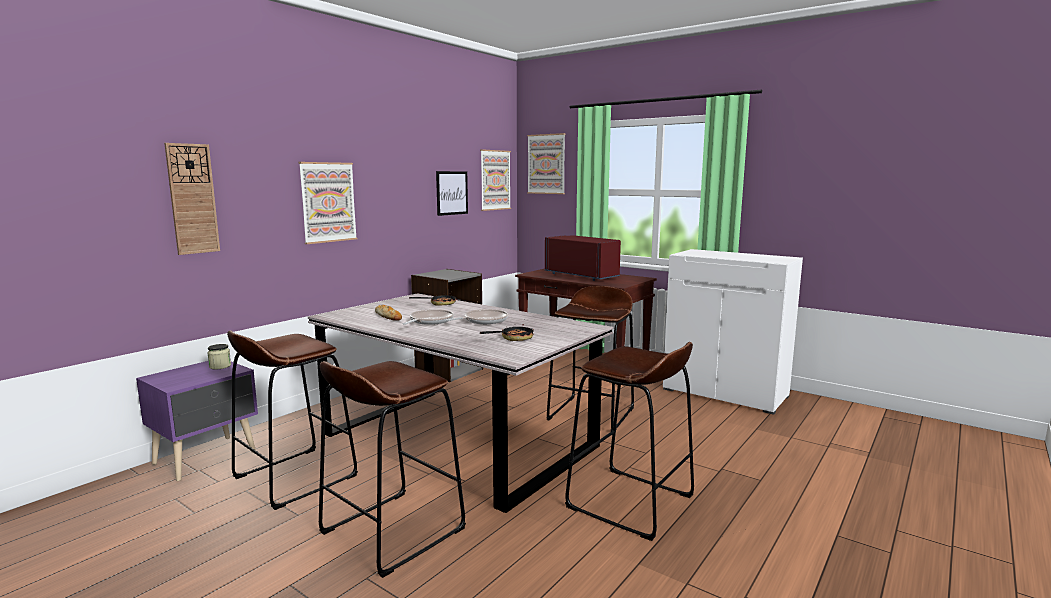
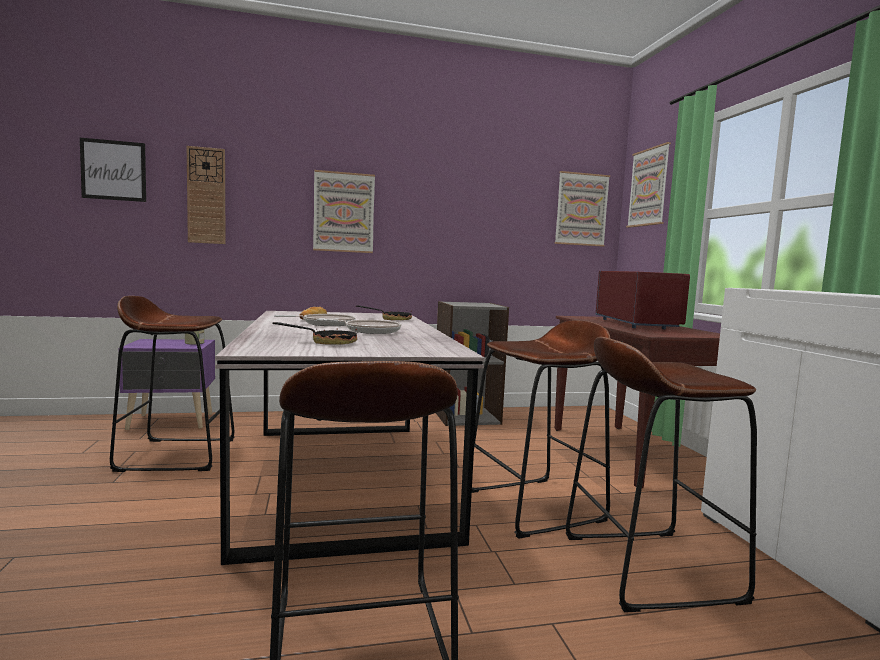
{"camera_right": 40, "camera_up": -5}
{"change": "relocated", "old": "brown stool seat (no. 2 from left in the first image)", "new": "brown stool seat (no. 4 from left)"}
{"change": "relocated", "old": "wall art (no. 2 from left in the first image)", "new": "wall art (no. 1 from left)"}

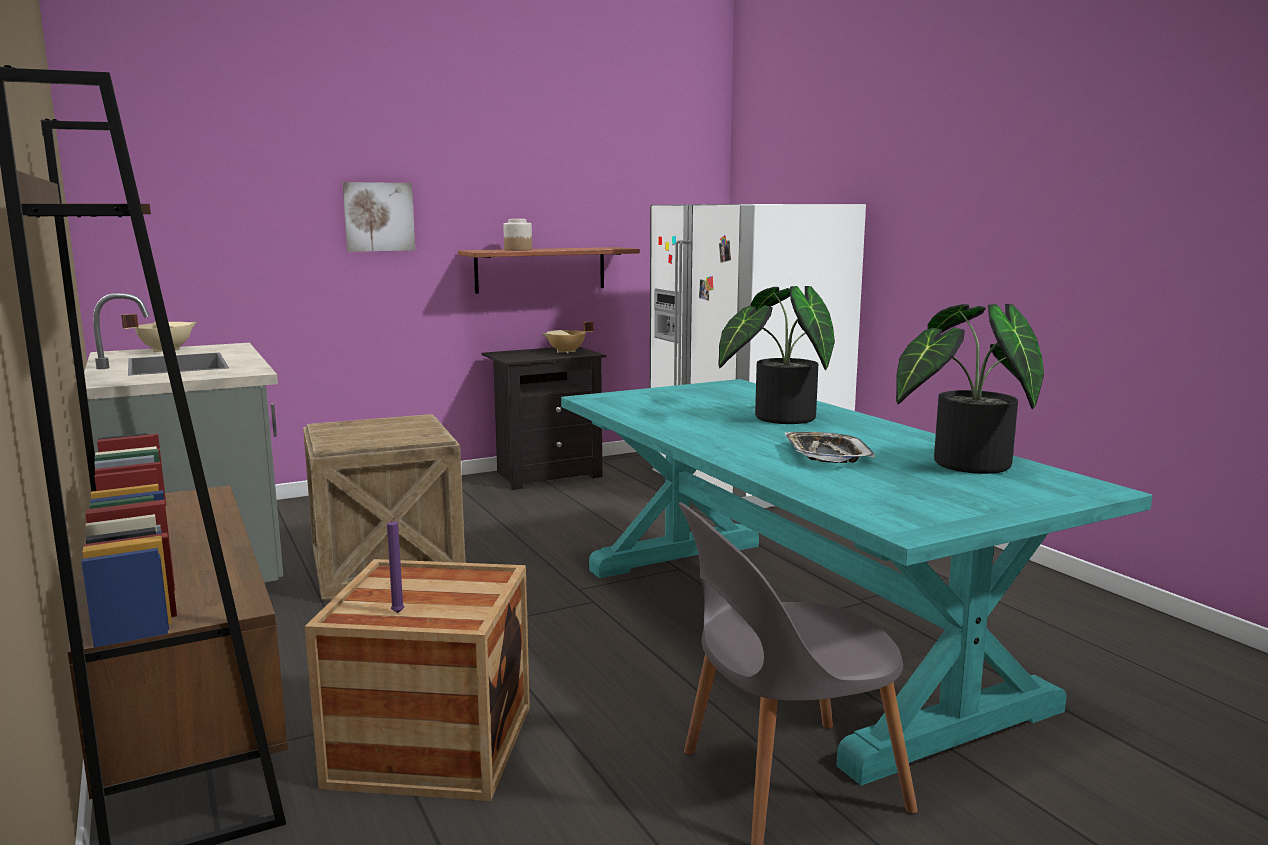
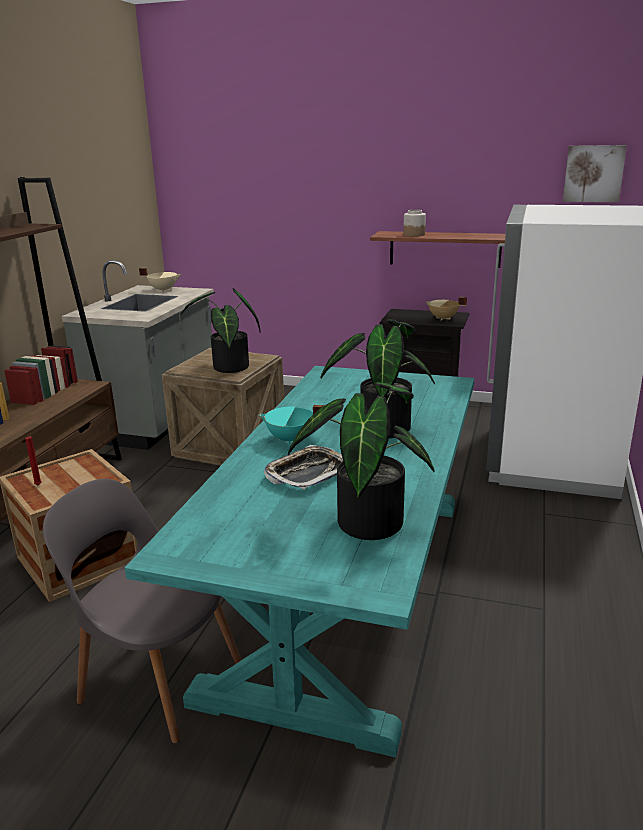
{"camera_right": 45, "camera_up": 10}
{"change": "relocated", "old": "wall art"}
{"change": "colour", "old": "purplish wax light", "new": "red wax light"}
{"change": "appeared", "new": "plant in a pot (no. 1 from left)"}
{"change": "appeared", "new": "turquoise-coloured cooking pot"}

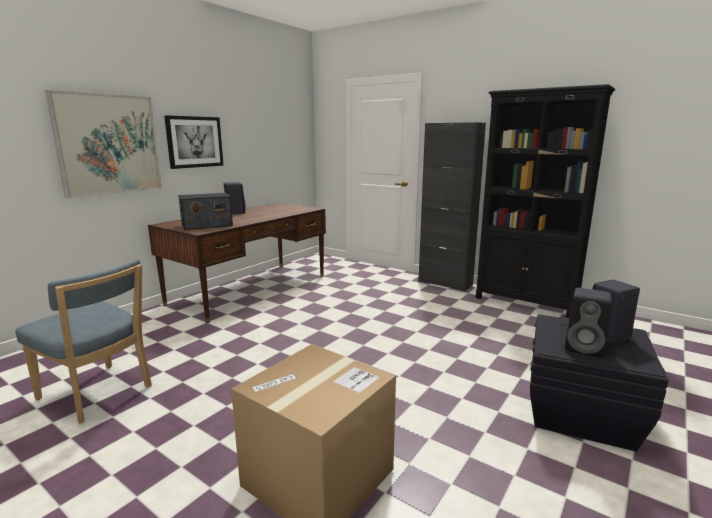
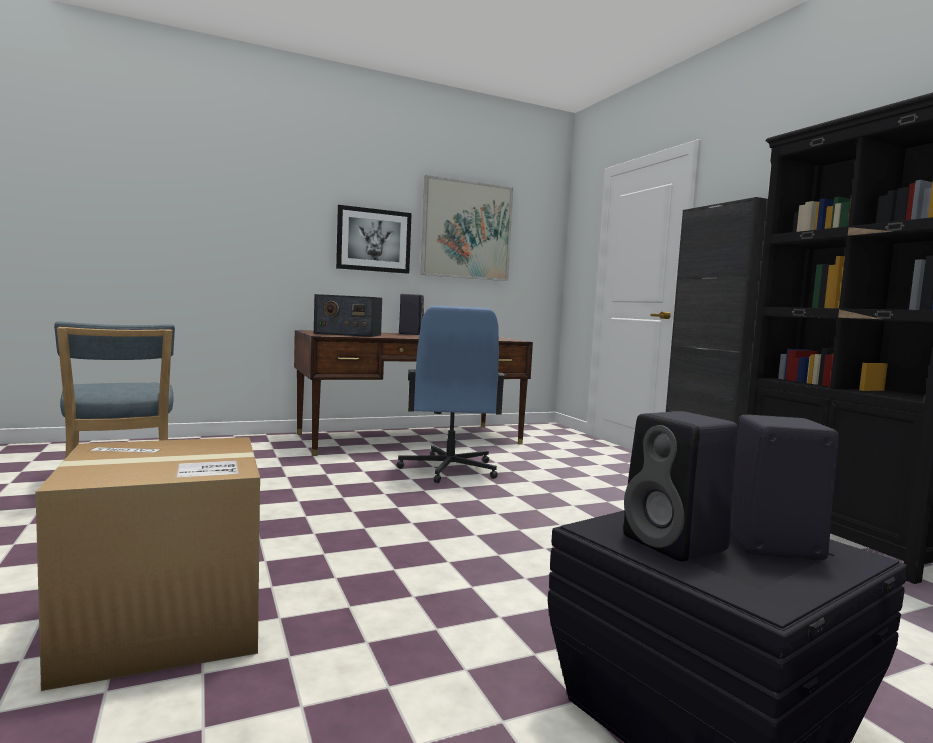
{"camera_right": 30, "camera_up": -10}
{"change": "relocated", "old": "wall art (no. 1 from left in the first image)", "new": "wall art (no. 2 from left)"}
{"change": "appeared", "new": "bluish computer chair"}

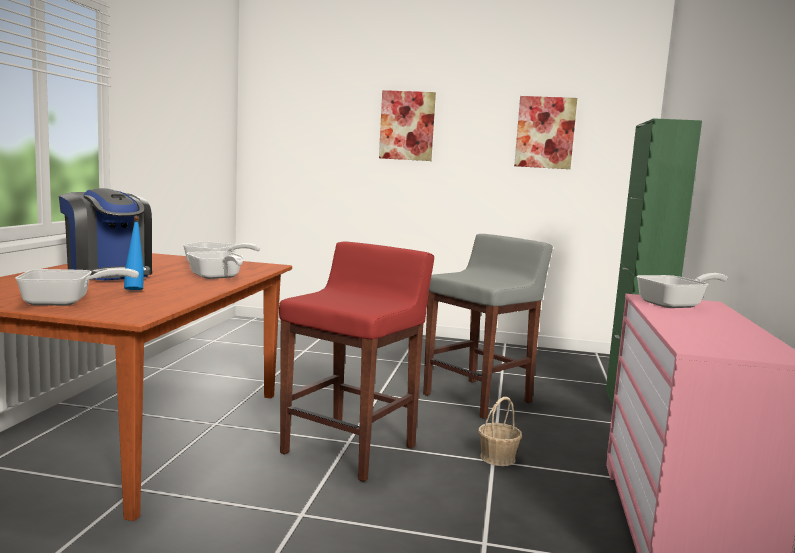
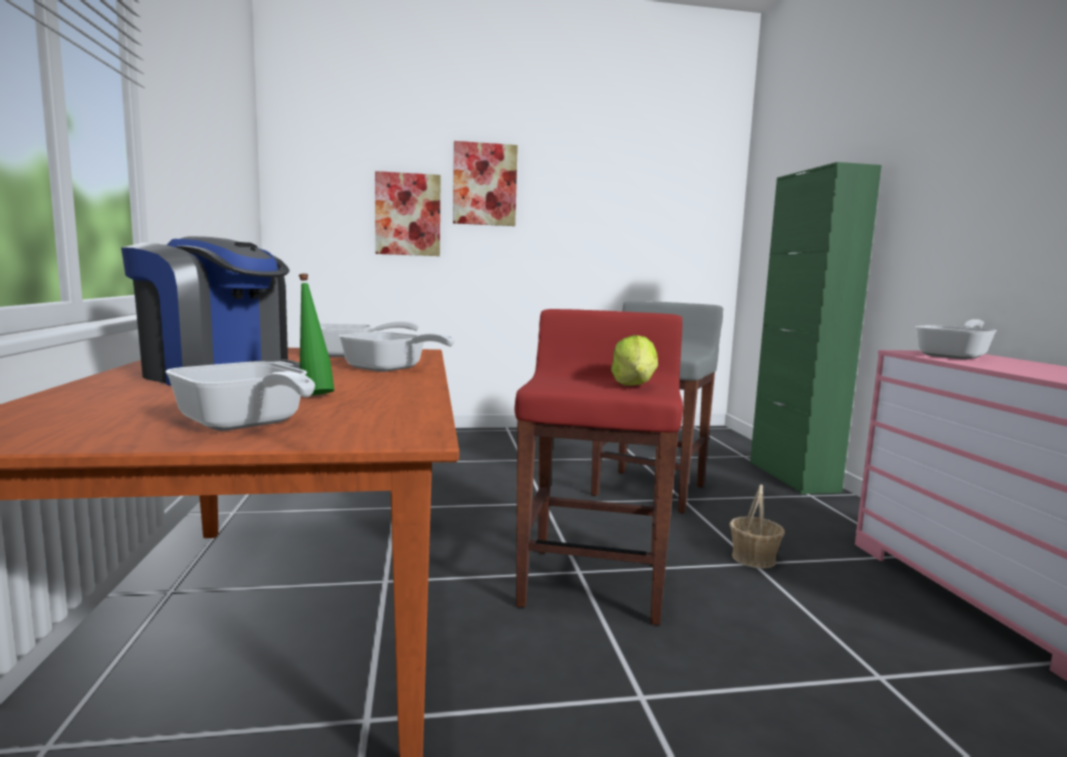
{"camera_right": -20, "camera_up": 0}
{"change": "spun", "old": "pan (no. 1 from left)", "degrees": 75}
{"change": "colour", "old": "bluish beverage bottle", "new": "green beverage bottle"}
{"change": "relocated", "old": "wall art (no. 2 from left in the first image)", "new": "wall art (no. 1 from left)"}
{"change": "appeared", "new": "lettuce head"}

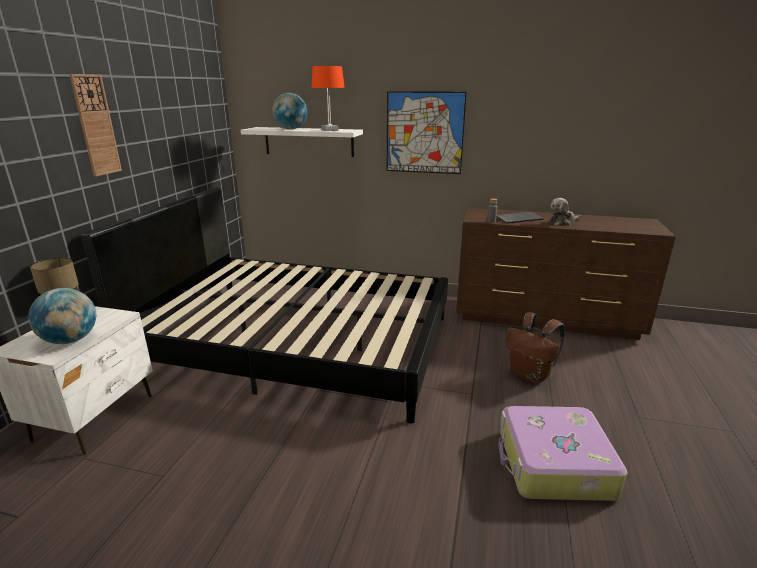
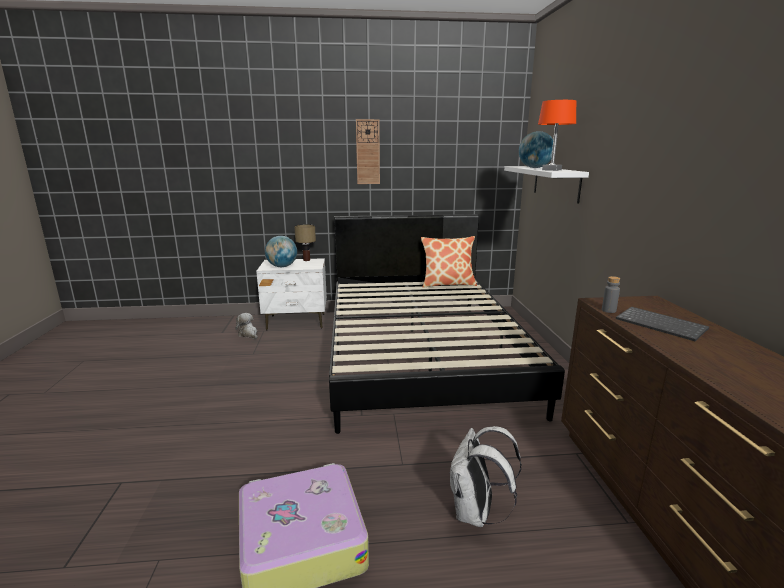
{"camera_right": 70, "camera_up": -5}
{"change": "missing", "old": "wall art"}
{"change": "colour", "old": "brown knapsack", "new": "whitish knapsack"}
{"change": "relocated", "old": "soft toy"}
{"change": "appeared", "new": "pillow"}

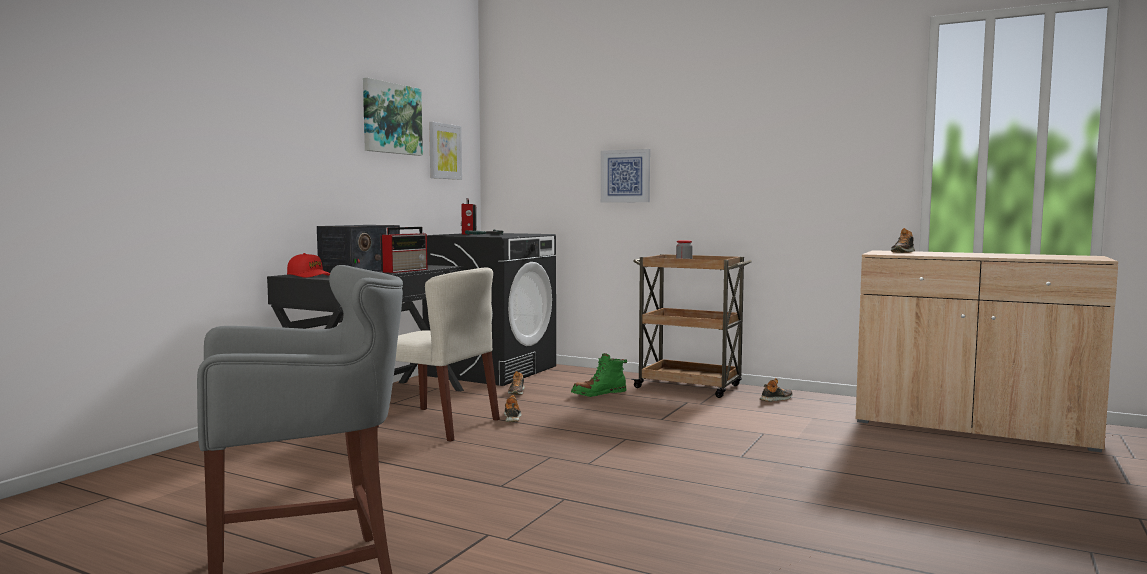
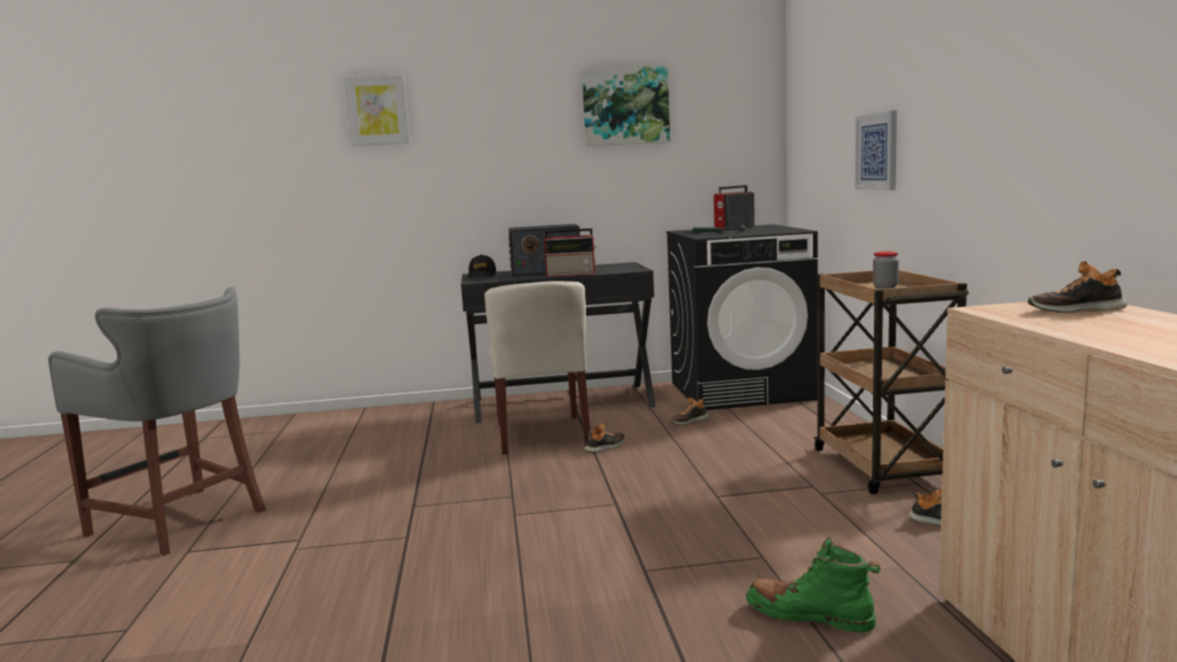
{"camera_right": 55, "camera_up": 5}
{"change": "colour", "old": "red baseball cap", "new": "black baseball cap"}
{"change": "relocated", "old": "wall art (no. 2 from left in the first image)", "new": "wall art (no. 1 from left)"}
{"change": "relocated", "old": "green tall boot"}

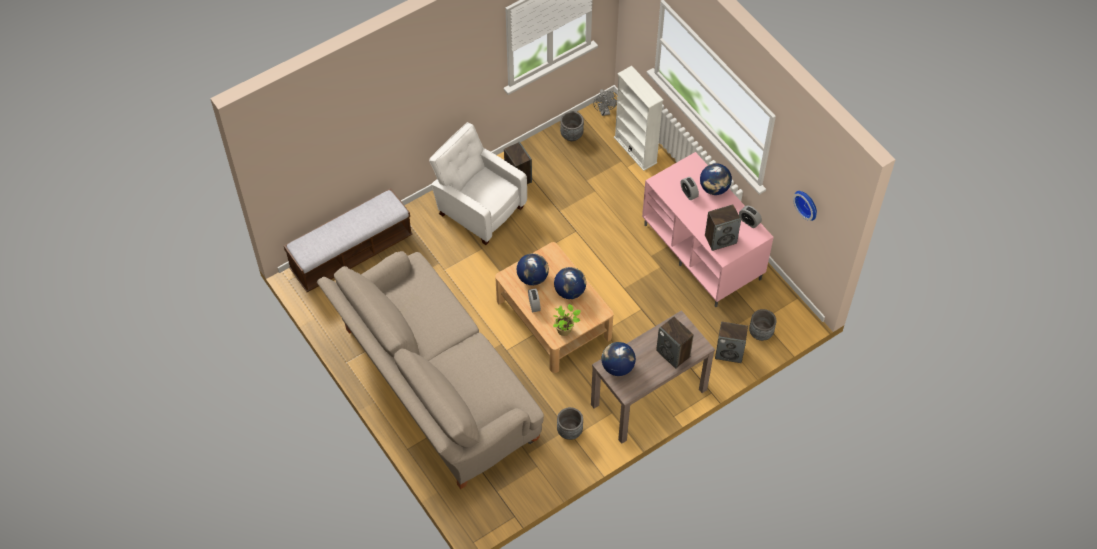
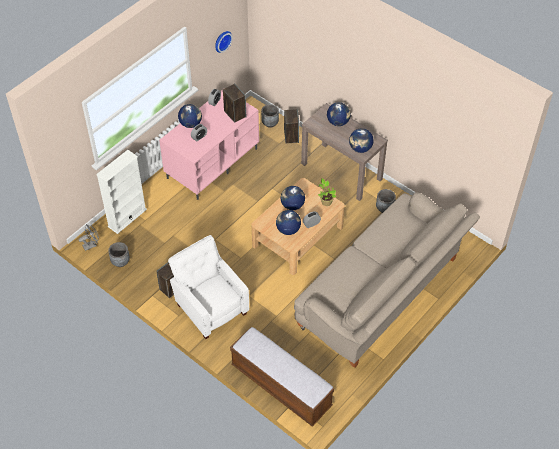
{"camera_right": -105, "camera_up": -5}
{"change": "spun", "old": "whitish easy chair", "degrees": 120}
{"change": "exchanged", "old": "loudspeaker (no. 2 from left)", "new": "desk globe (no. 4 from left)"}

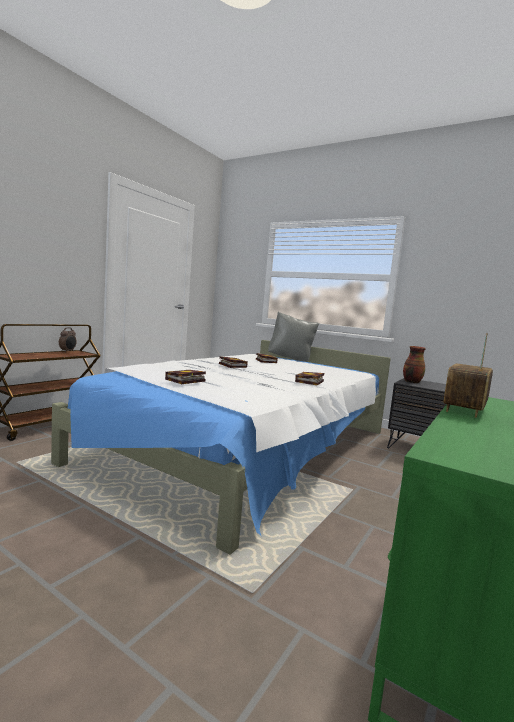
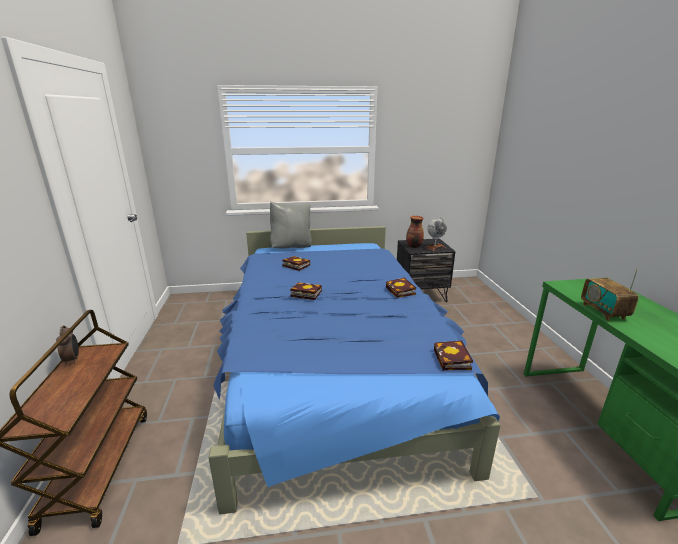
{"camera_right": -40, "camera_up": 15}
{"change": "colour", "old": "whitish bedroom bed", "new": "bluish bedroom bed"}
{"change": "relocated", "old": "bound book (no. 1 from left in the first image)", "new": "bound book (no. 4 from left)"}
{"change": "appeared", "new": "desk globe"}

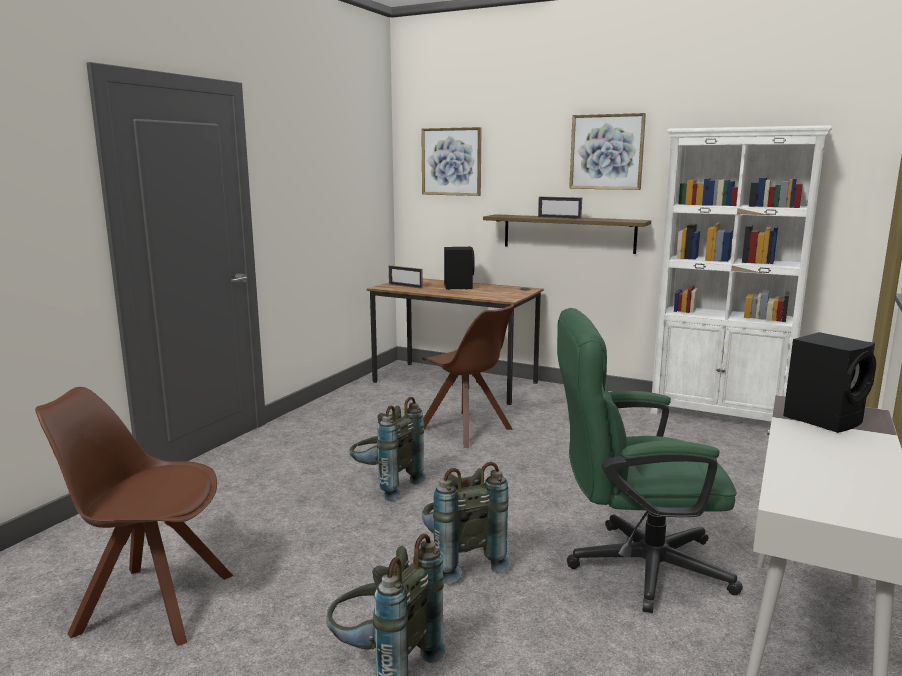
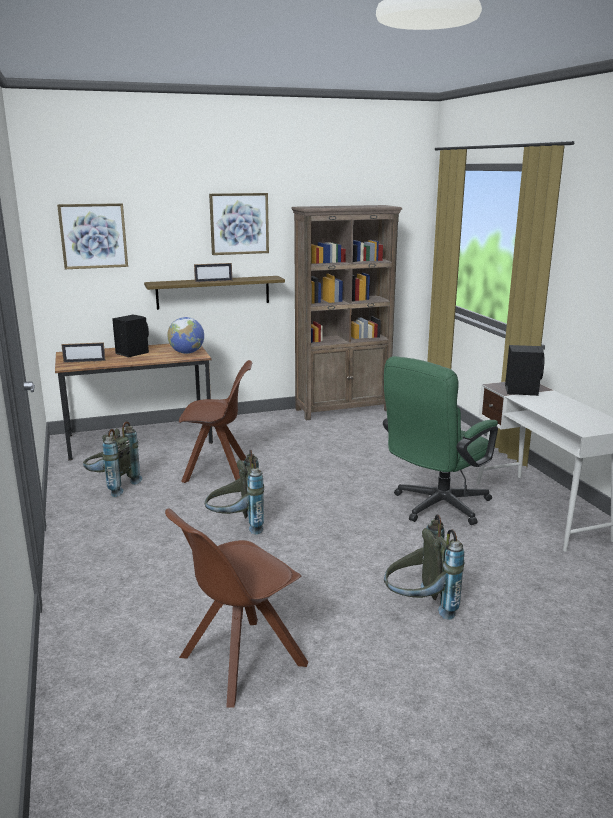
{"camera_right": -45, "camera_up": 5}
{"change": "relocated", "old": "grey knapsack (no. 3 from left in the first image)", "new": "grey knapsack (no. 1 from left)"}
{"change": "colour", "old": "whitish bookshelf", "new": "brown bookshelf"}
{"change": "appeared", "new": "desk globe"}

